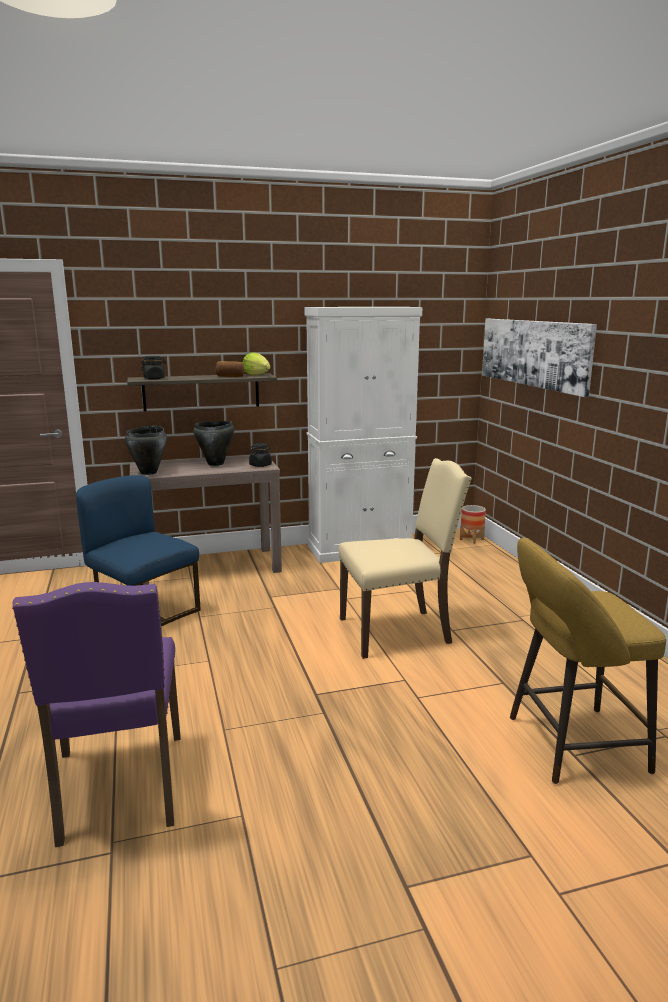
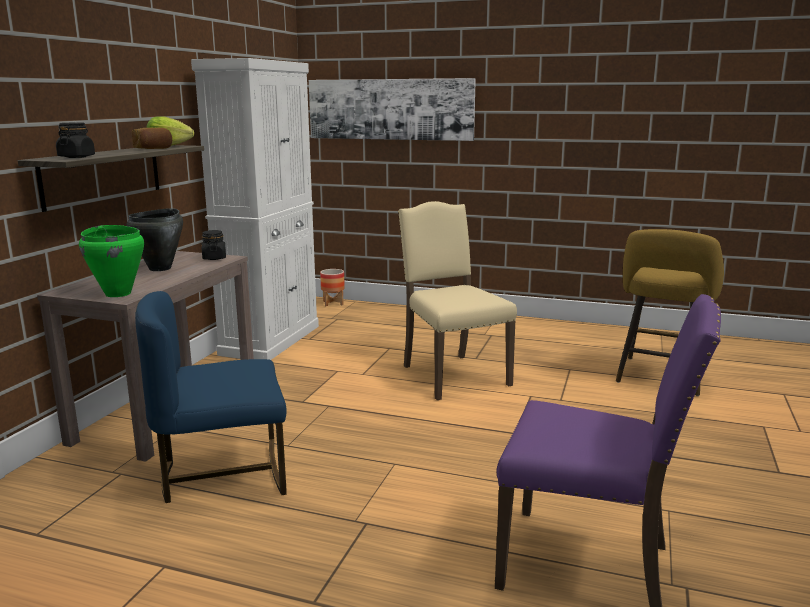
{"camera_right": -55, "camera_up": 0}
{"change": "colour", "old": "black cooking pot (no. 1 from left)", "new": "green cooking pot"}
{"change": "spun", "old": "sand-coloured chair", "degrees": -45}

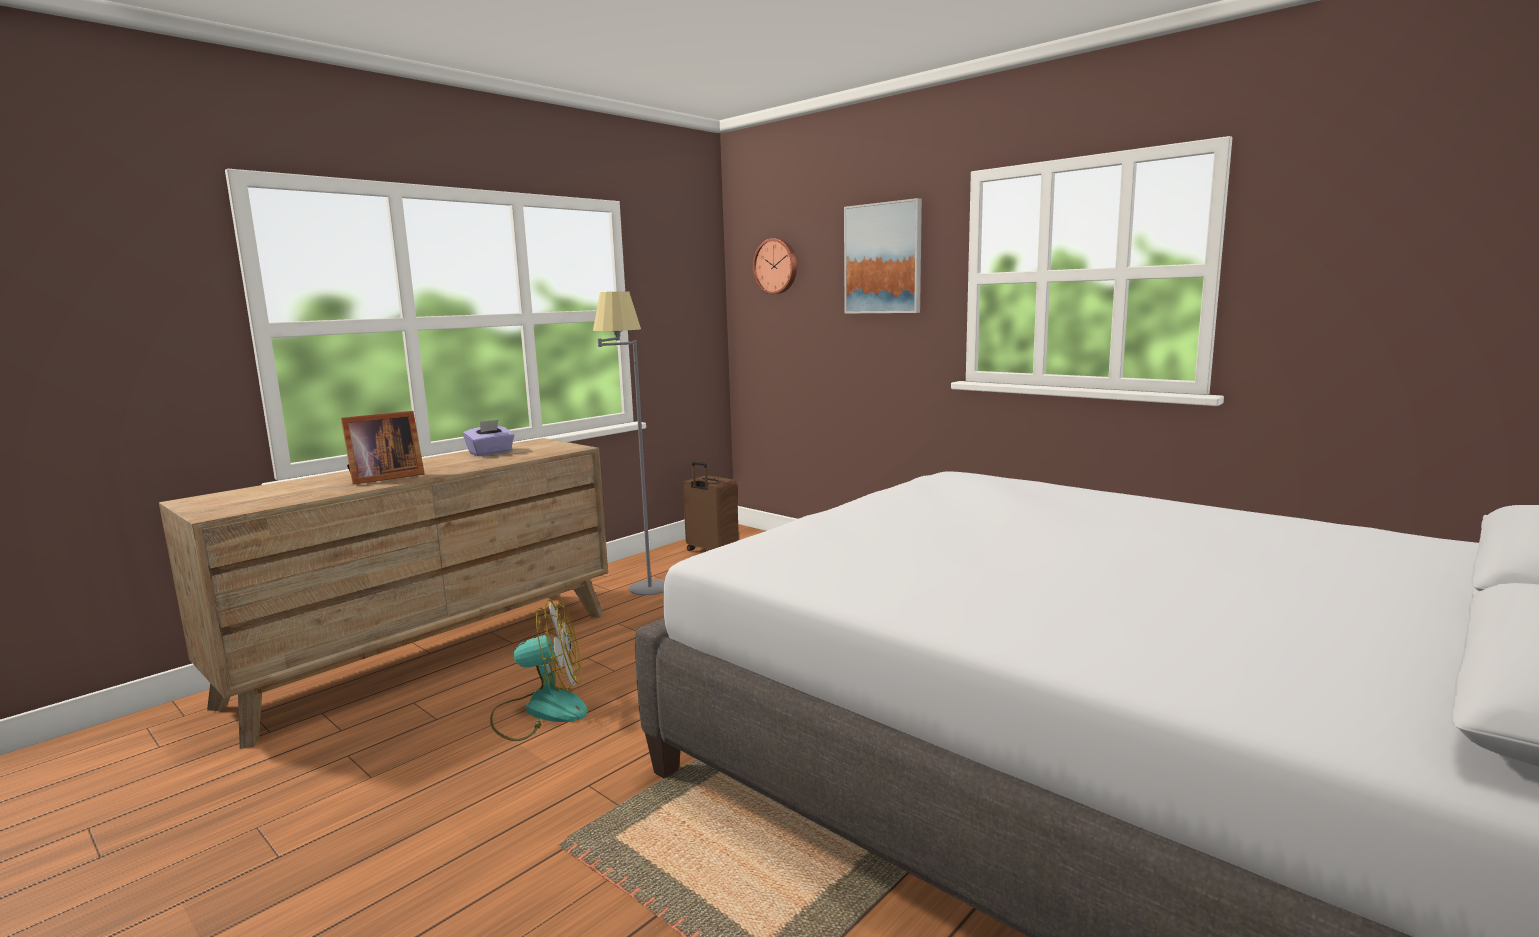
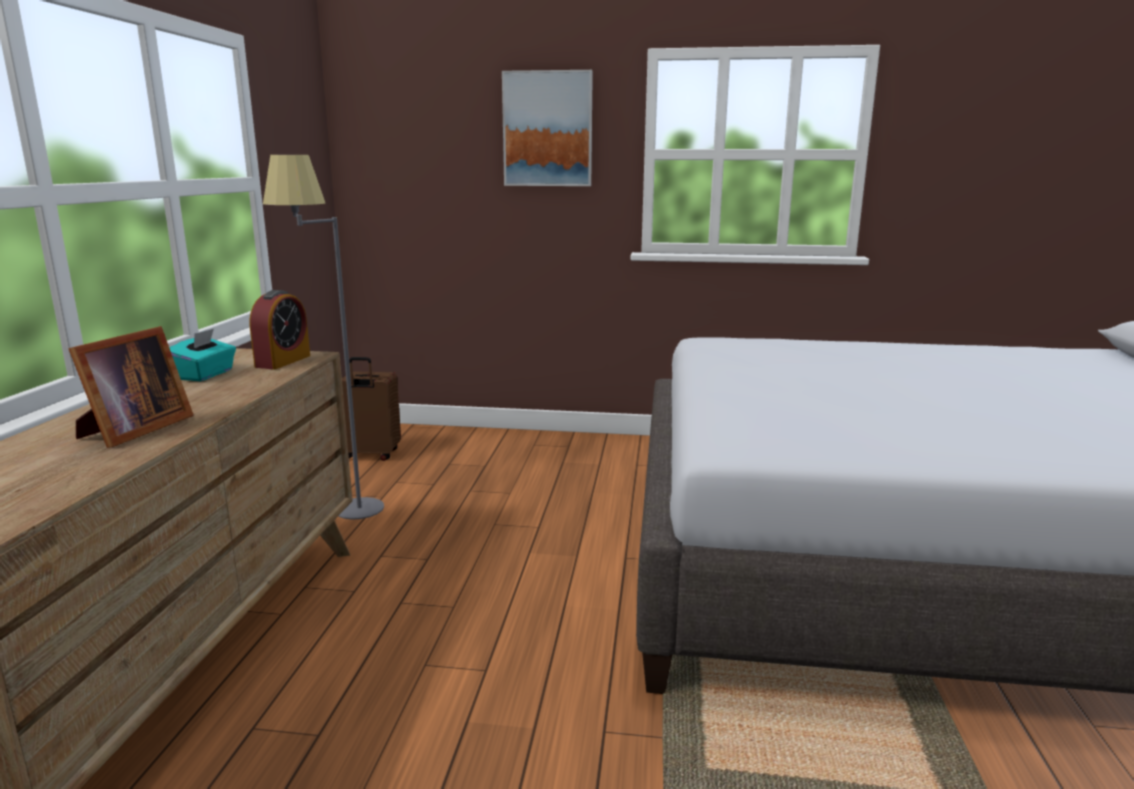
{"camera_right": -35, "camera_up": 5}
{"change": "colour", "old": "purplish tissue holder", "new": "turquoise-coloured tissue holder"}
{"change": "missing", "old": "cooling fan"}
{"change": "missing", "old": "wall clock"}
{"change": "appeared", "new": "alarm clock"}

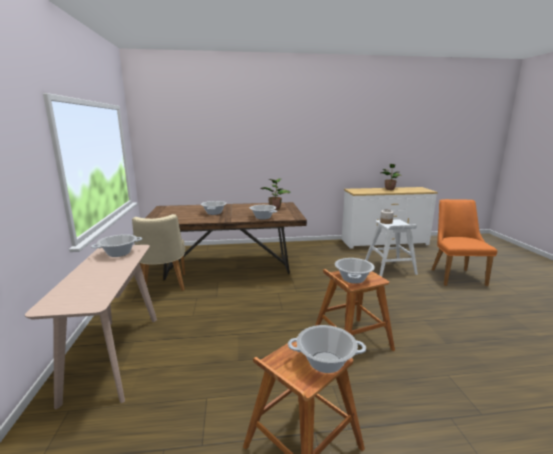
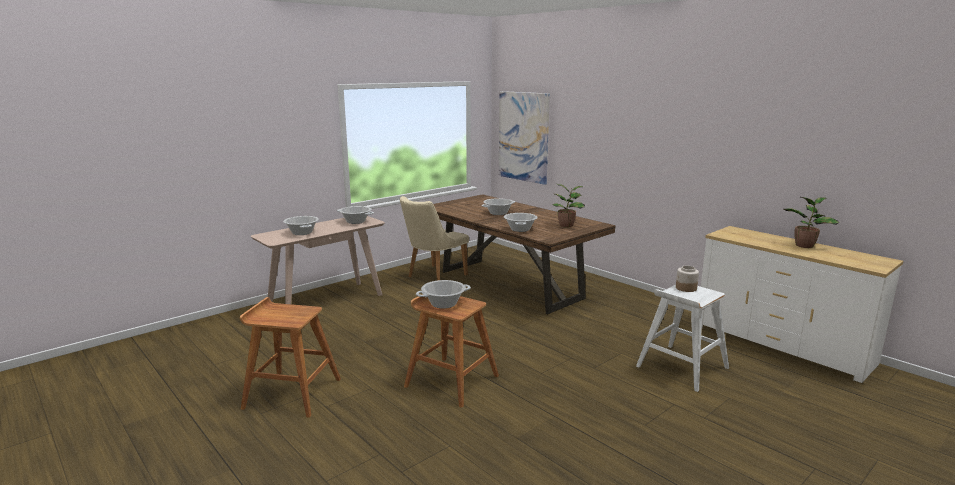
{"camera_right": 55, "camera_up": 0}
{"change": "relocated", "old": "cooking pot (no. 4 from left in the first image)", "new": "cooking pot (no. 1 from left)"}
{"change": "missing", "old": "orange chair"}
{"change": "appeared", "new": "wall art"}

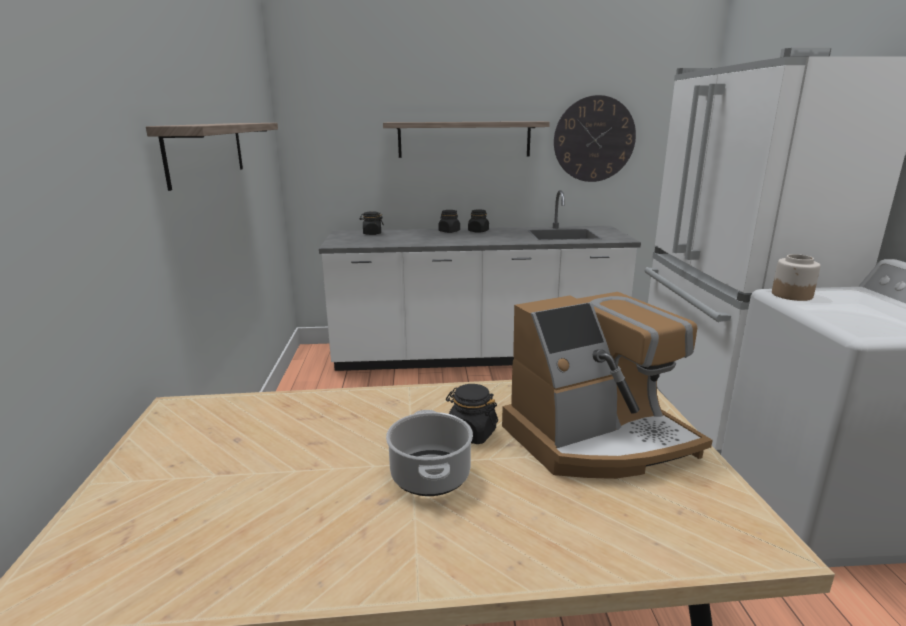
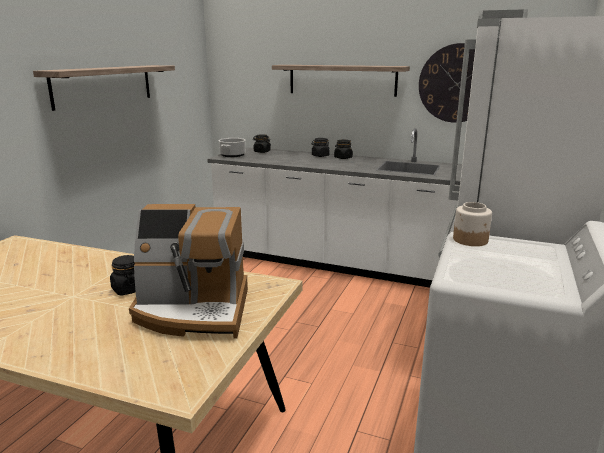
{"camera_right": 25, "camera_up": 0}
{"change": "relocated", "old": "cooking pot"}

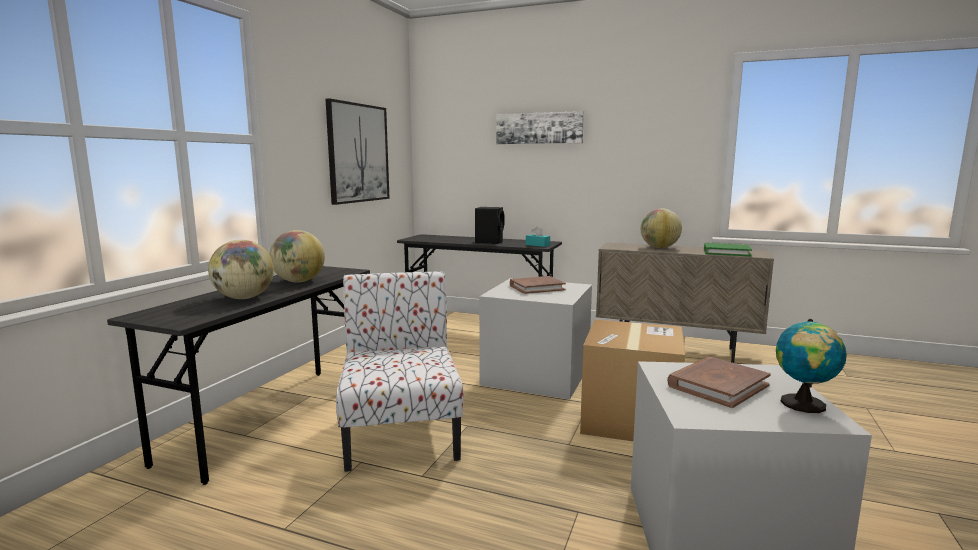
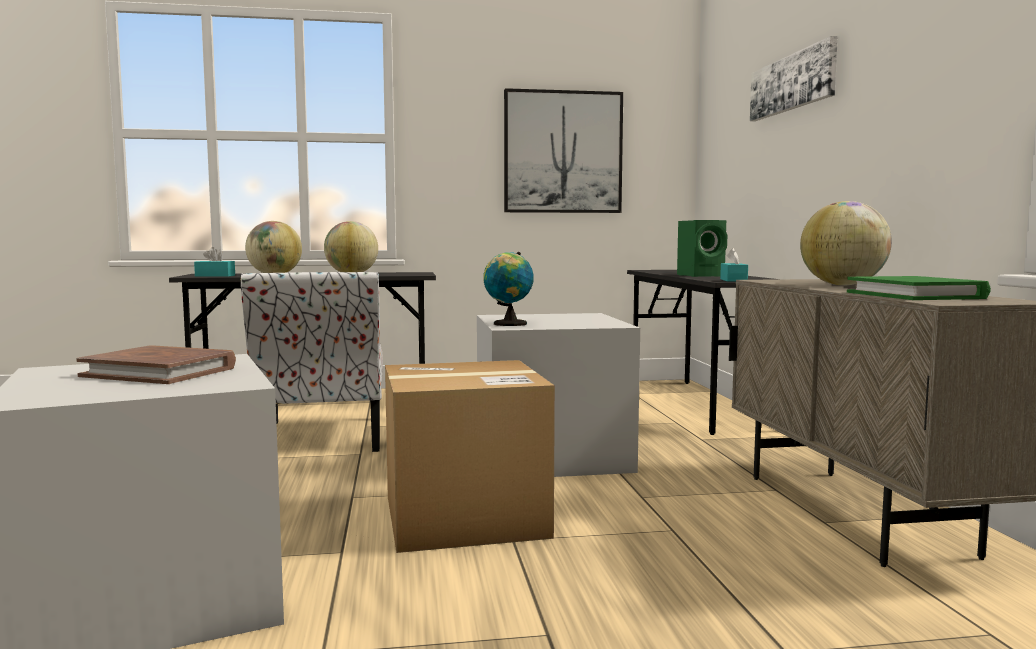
{"camera_right": 60, "camera_up": -5}
{"change": "spun", "old": "chair", "degrees": 120}
{"change": "colour", "old": "black loudspeaker", "new": "green loudspeaker"}
{"change": "missing", "old": "brown bound book (no. 1 from left)"}
{"change": "relocated", "old": "desk globe (no. 4 from left in the first image)", "new": "desk globe (no. 3 from left)"}
{"change": "appeared", "new": "turquoise-coloured tissue holder (no. 1 from left)"}

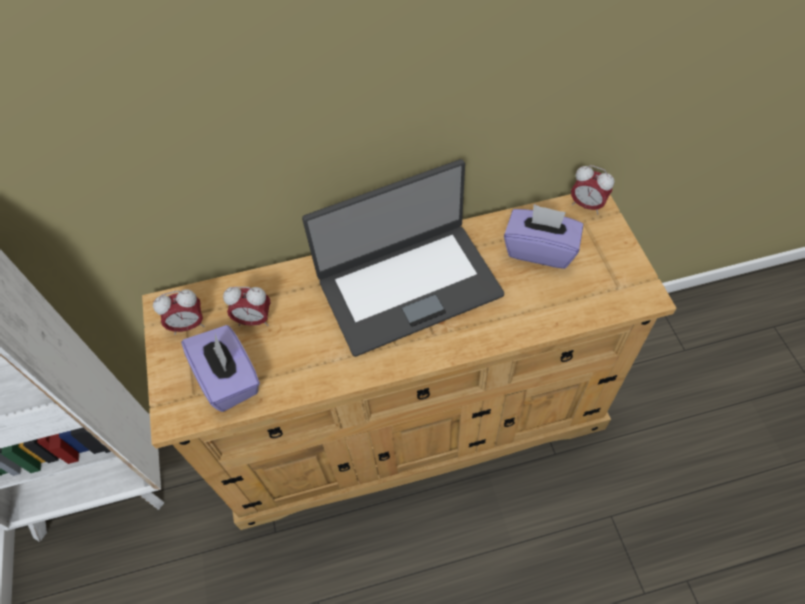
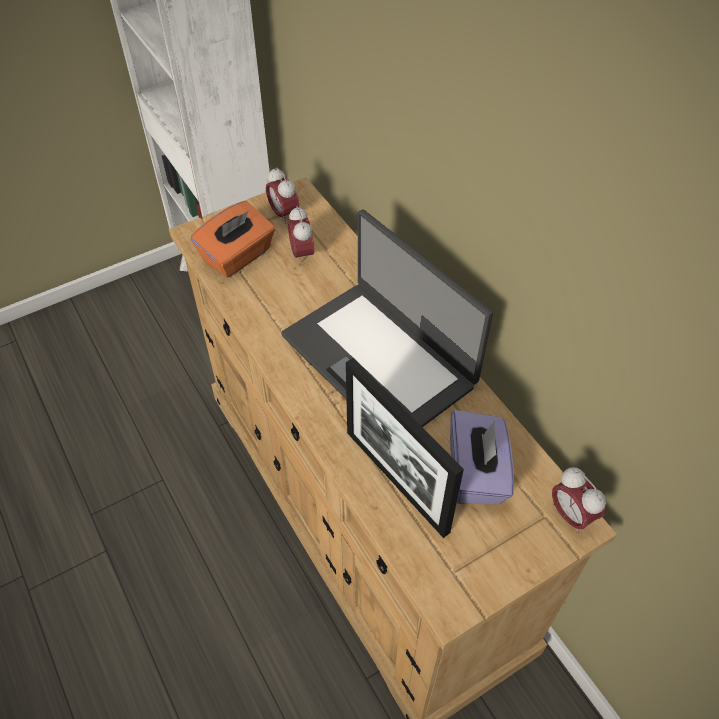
{"camera_right": 70, "camera_up": -5}
{"change": "colour", "old": "purplish tissue holder (no. 1 from left)", "new": "orange tissue holder"}
{"change": "spun", "old": "alarm clock (no. 3 from left)", "degrees": -45}
{"change": "appeared", "new": "picture frame"}

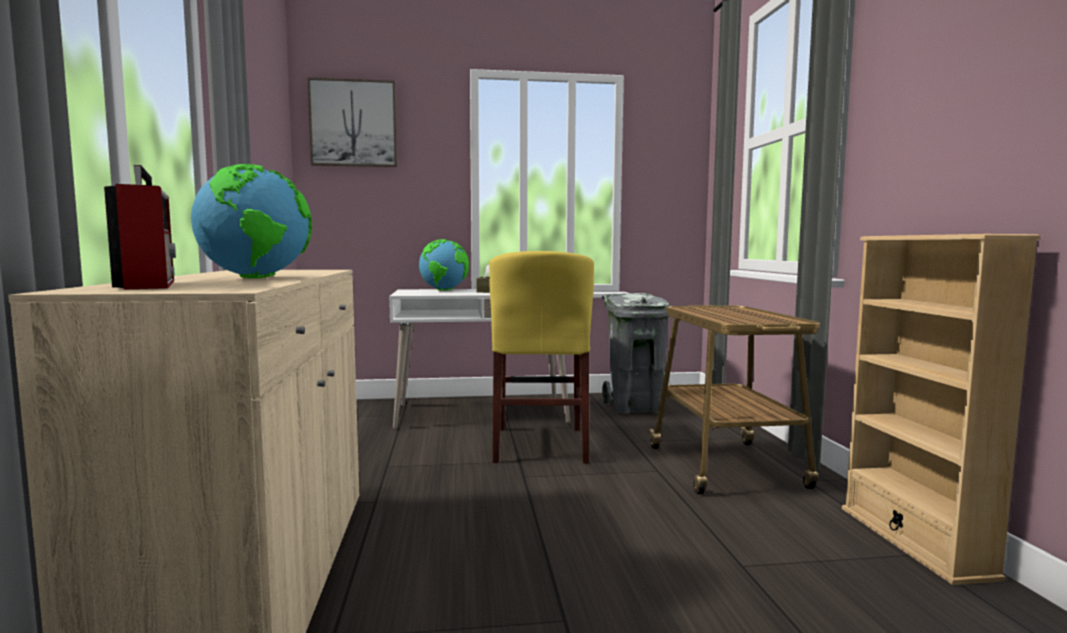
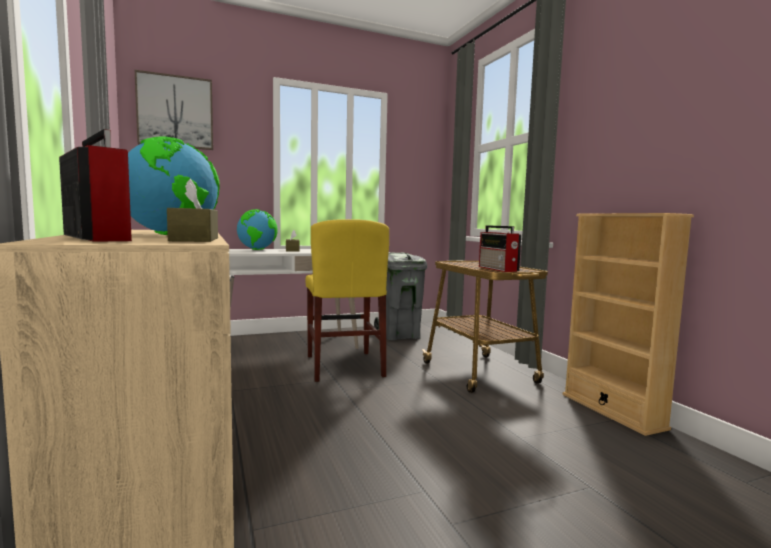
{"camera_right": -15, "camera_up": 0}
{"change": "appeared", "new": "brown tissue holder (no. 1 from left)"}
{"change": "appeared", "new": "radio receiver (no. 2 from left)"}

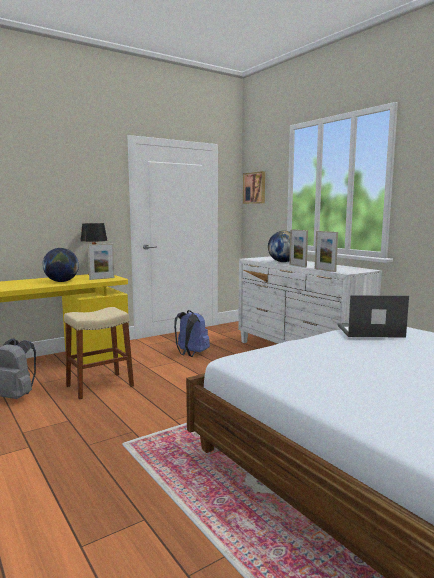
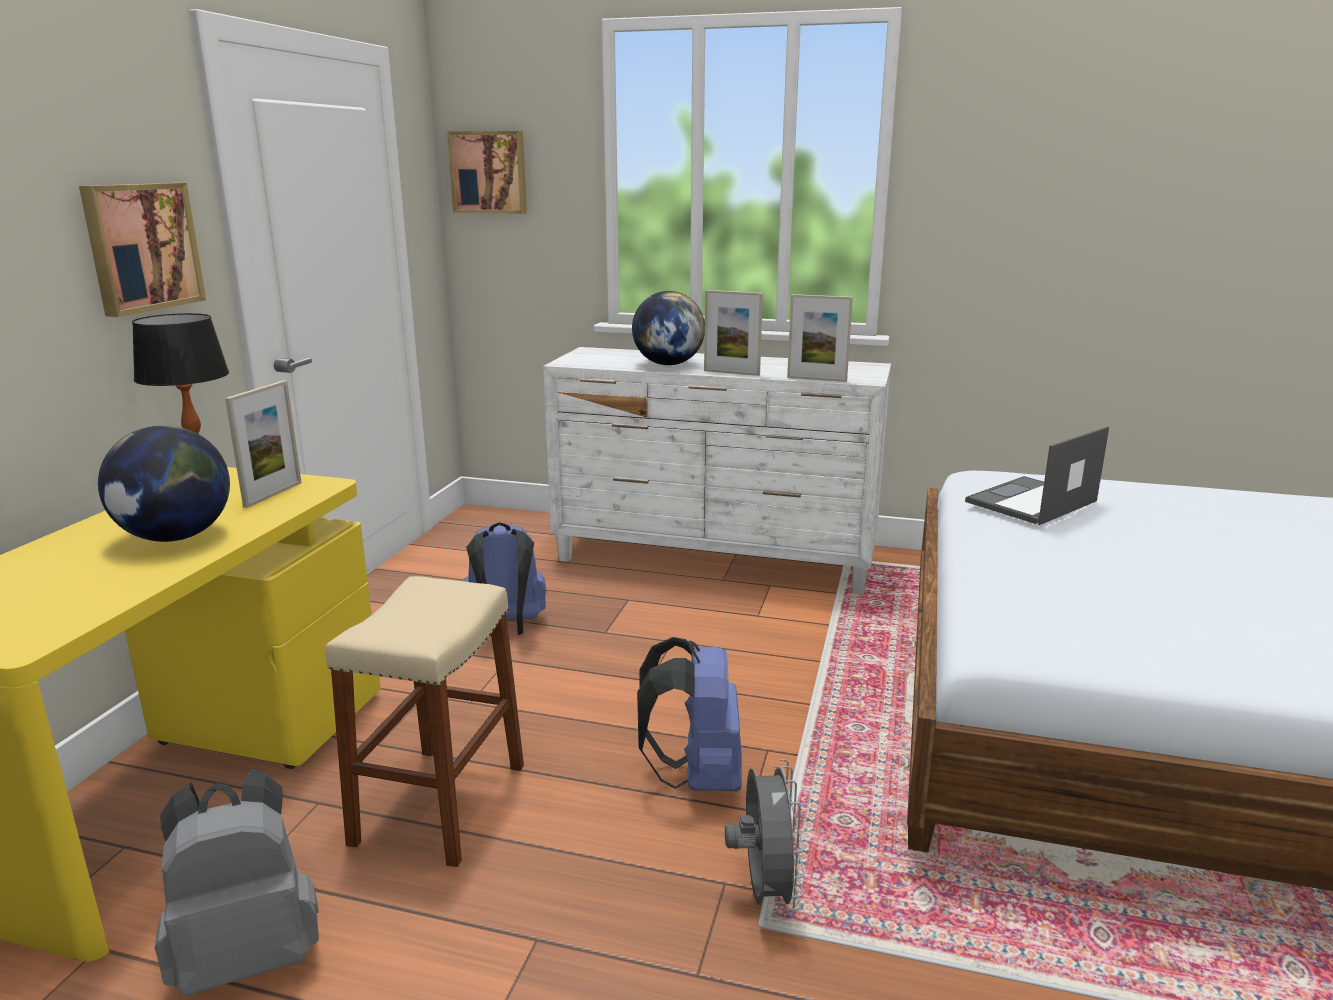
{"camera_right": -40, "camera_up": 10}
{"change": "appeared", "new": "wall art (no. 1 from left)"}
{"change": "appeared", "new": "bluish knapsack (no. 2 from left)"}
{"change": "appeared", "new": "grey cooling fan"}

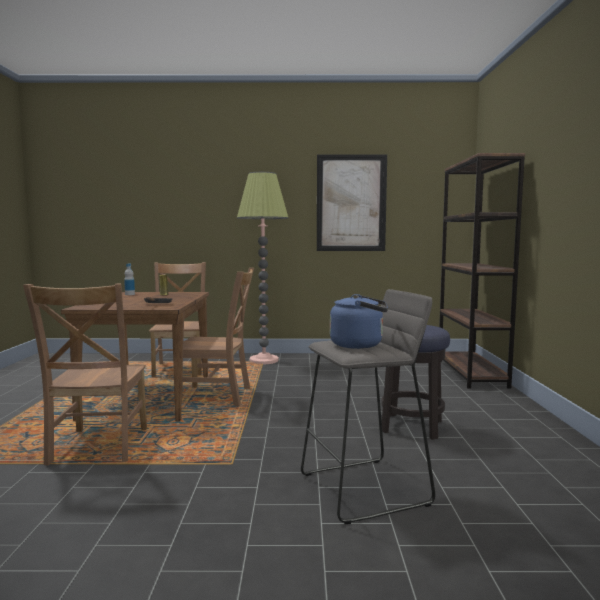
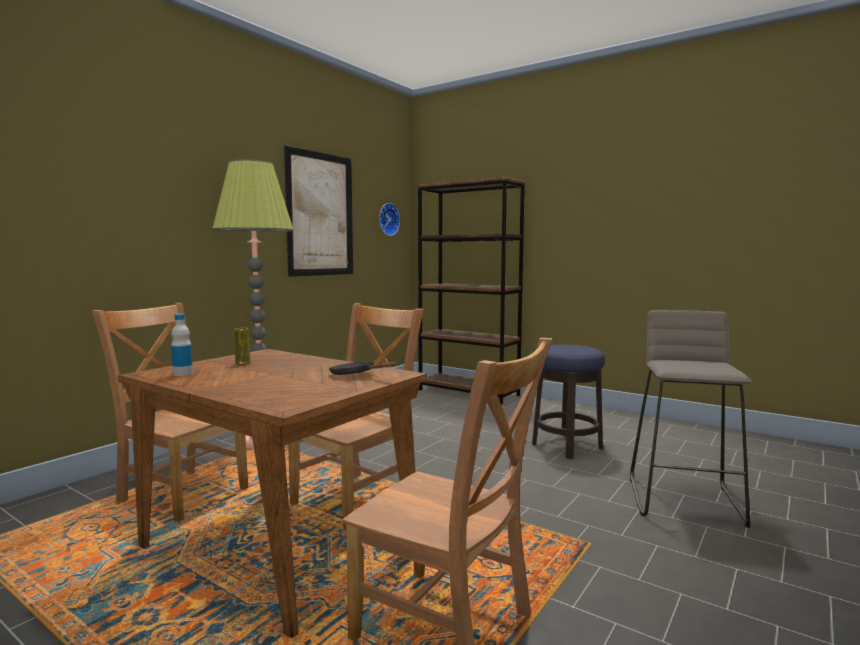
{"camera_right": -55, "camera_up": 0}
{"change": "missing", "old": "bluish kettle"}
{"change": "appeared", "new": "wall clock"}

